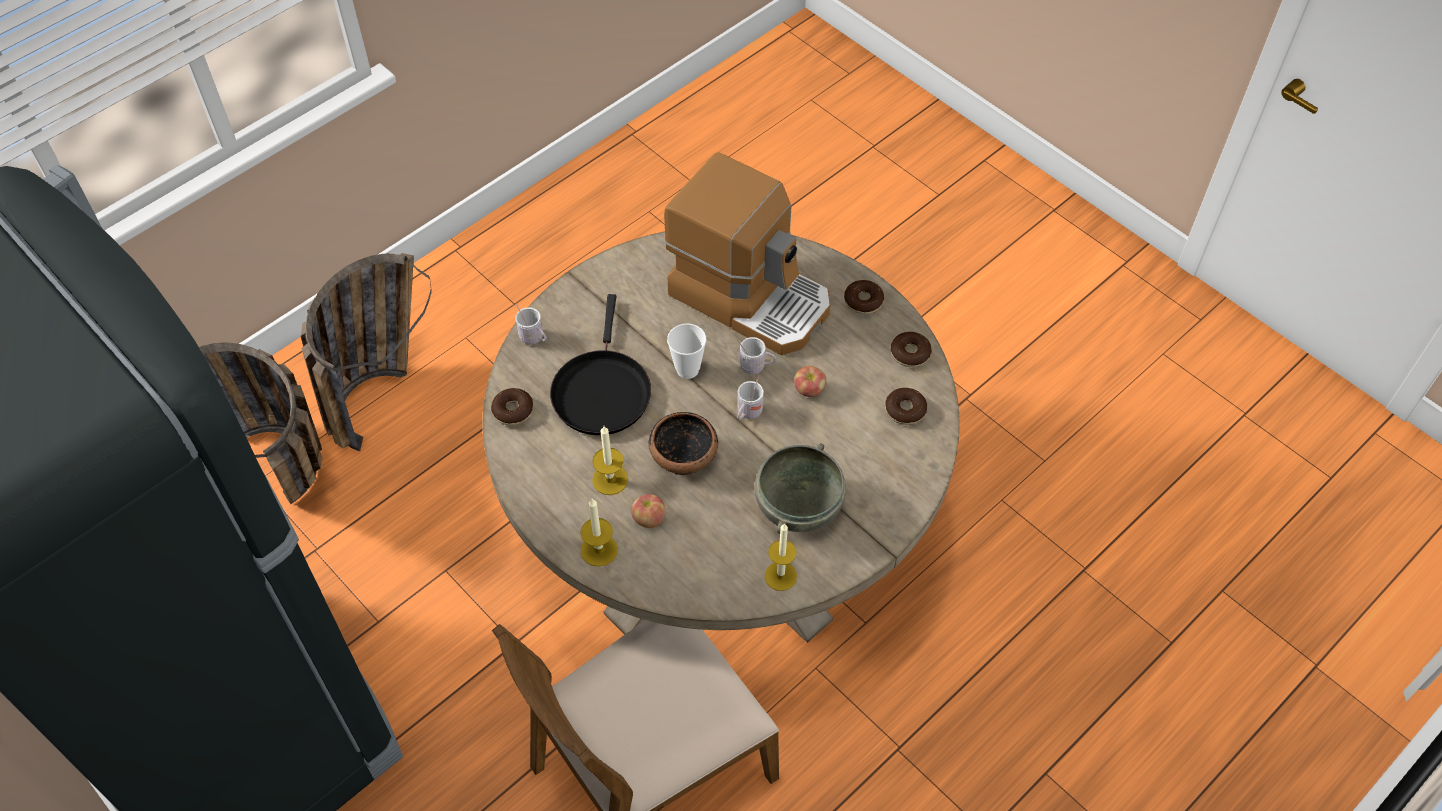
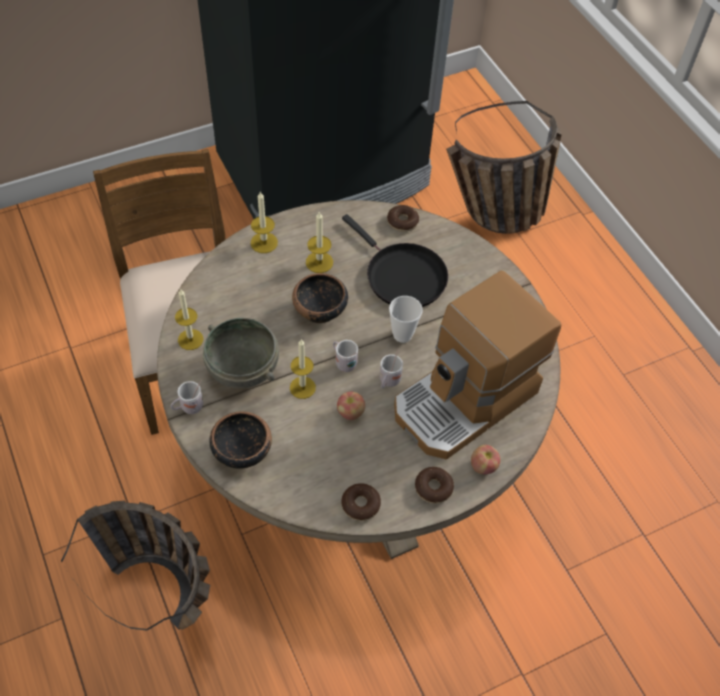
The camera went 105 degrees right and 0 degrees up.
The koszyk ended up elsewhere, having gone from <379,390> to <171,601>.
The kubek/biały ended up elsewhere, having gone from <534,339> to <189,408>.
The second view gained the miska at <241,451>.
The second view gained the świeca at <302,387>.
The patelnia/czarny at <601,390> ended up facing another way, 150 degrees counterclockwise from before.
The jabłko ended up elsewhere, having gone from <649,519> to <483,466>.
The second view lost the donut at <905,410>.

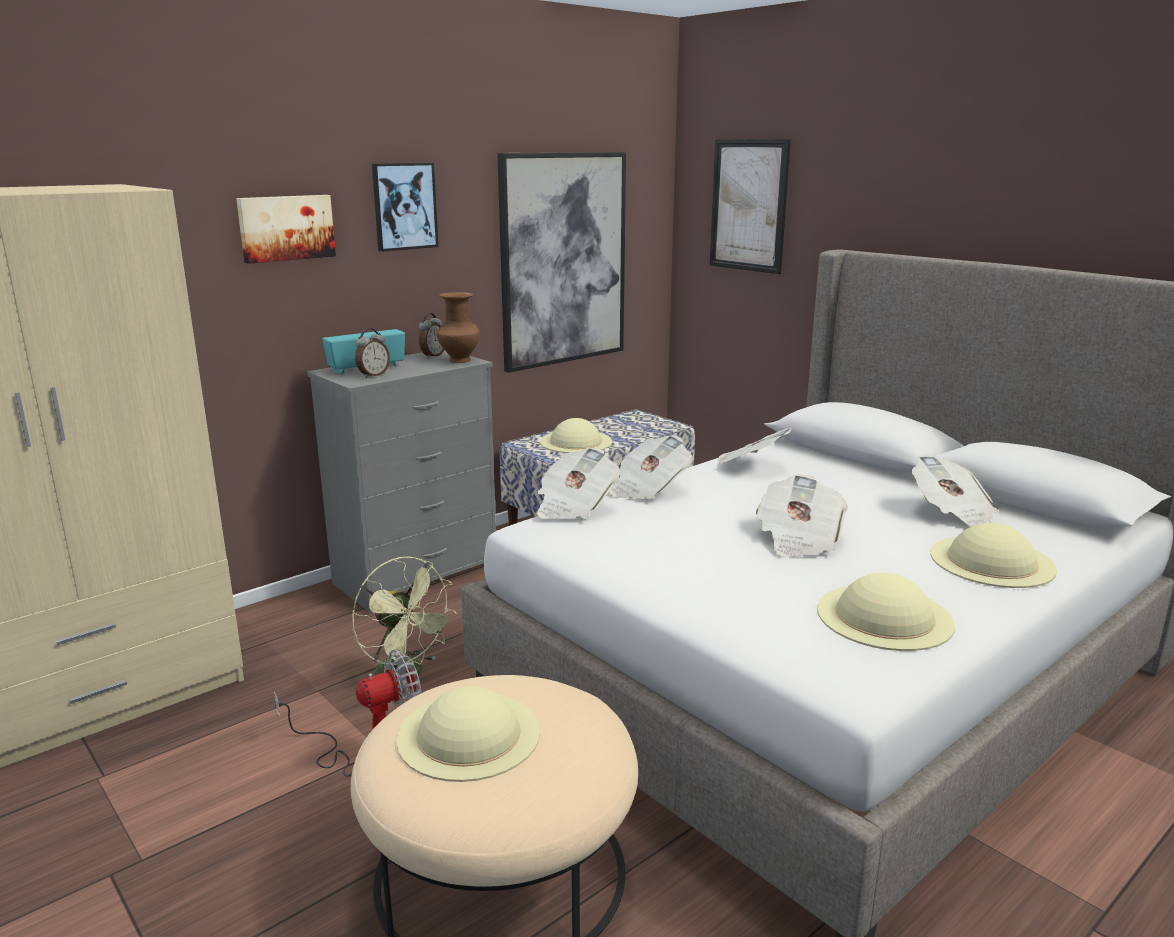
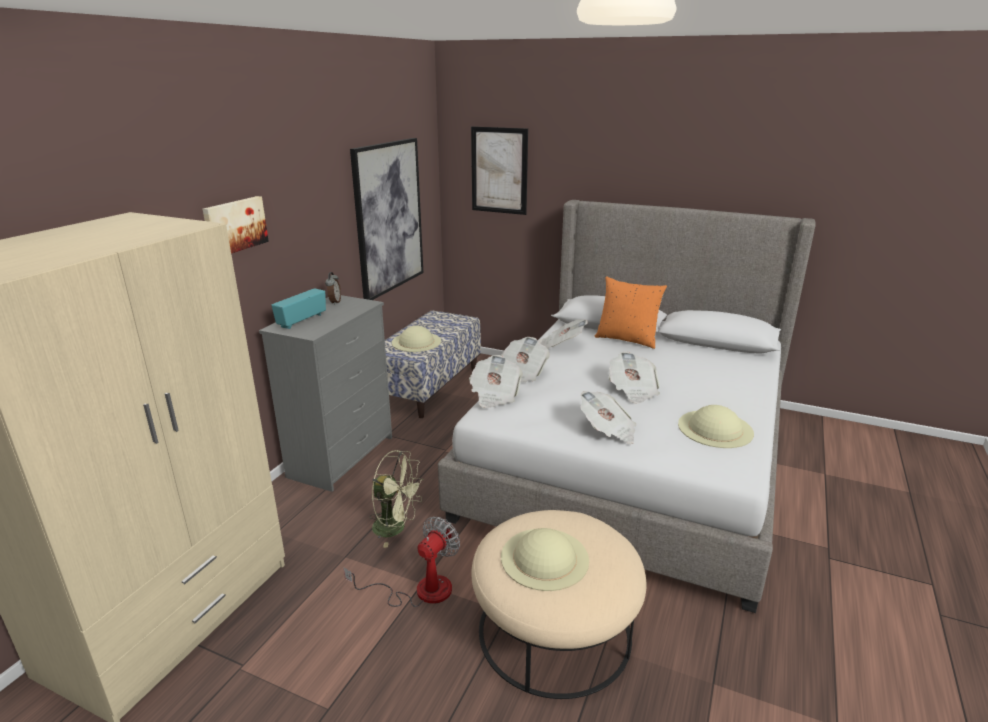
The camera went 25 degrees left and 5 degrees up.
The gazeta ended up elsewhere, having gone from <952,513> to <608,431>.
The second view gained the poduszka/pomarańczowy at <627,339>.
The second view lost the budzik at <373,375>.
The second view lost the obraz at <404,206>.
The second view lost the wazon/brązowy at <458,360>.
The second view lost the kapelusz/beżowy at <991,561>.

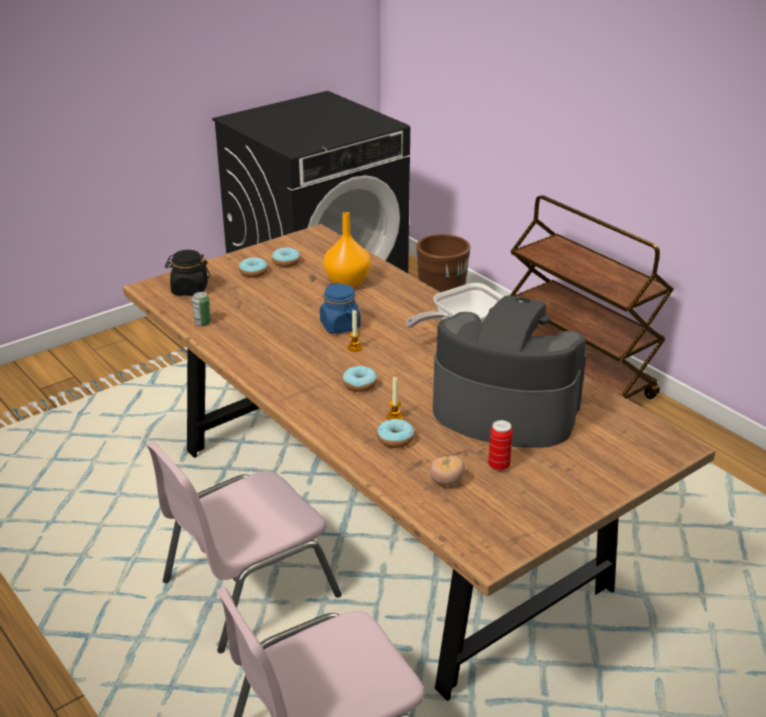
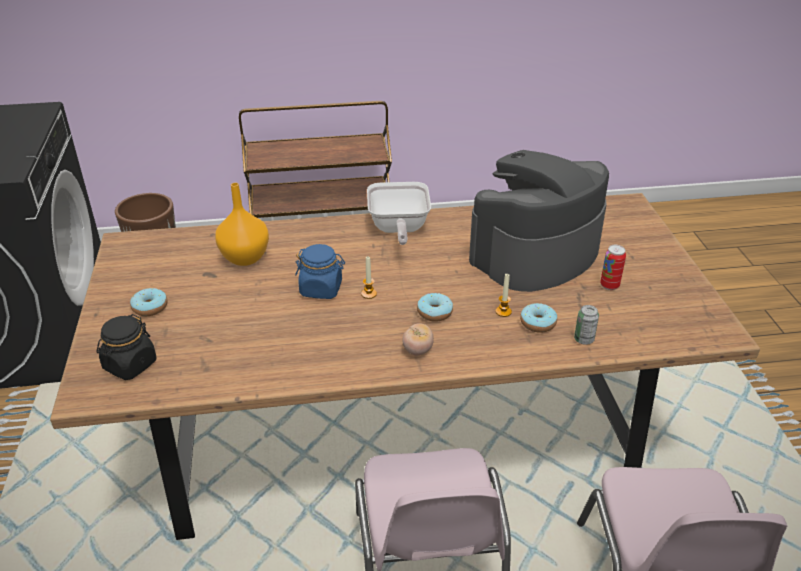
The camera went 60 degrees left and 5 degrees up.
The pomidor ended up elsewhere, having gone from <446,482> to <417,350>.
The puszka ended up elsewhere, having gone from <202,323> to <583,339>.
The second view lost the donut at <286,262>.

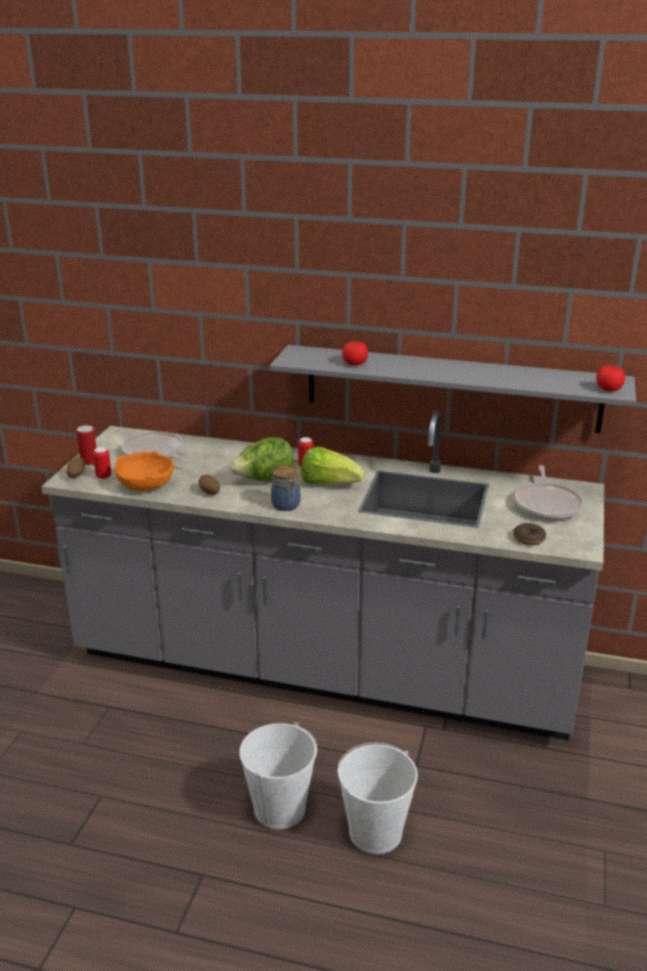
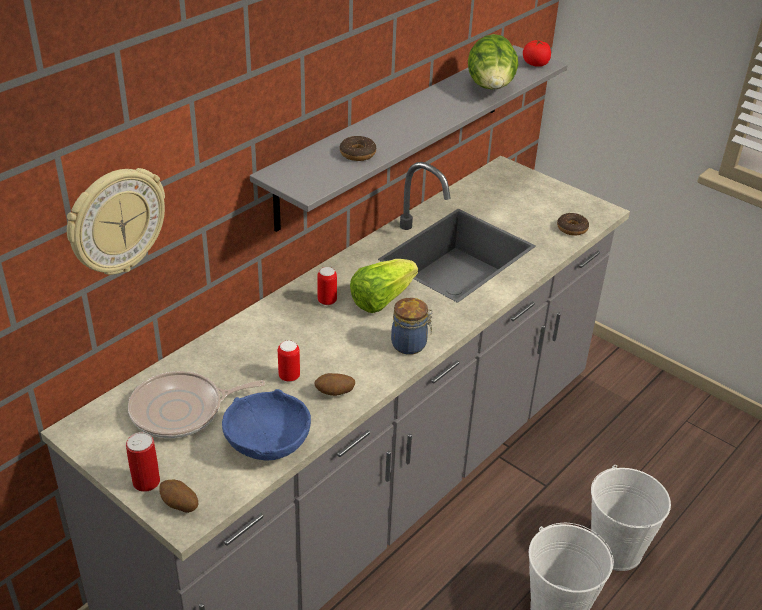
The camera went 65 degrees left and 10 degrees up.
The second view gained the zegar ścienny at <116,222>.
What was the miska/pomarańczowy at <146,485> turned into the miska/niebieski at <268,443>.
The puszka ended up elsewhere, having gone from <103,476> to <289,376>.
Where the pomidor stood at <355,363>, the donut came to stand at <357,154>.
The sałata ended up elsewhere, having gone from <264,480> to <491,89>.
The second view lost the patelnia at <547,505>.

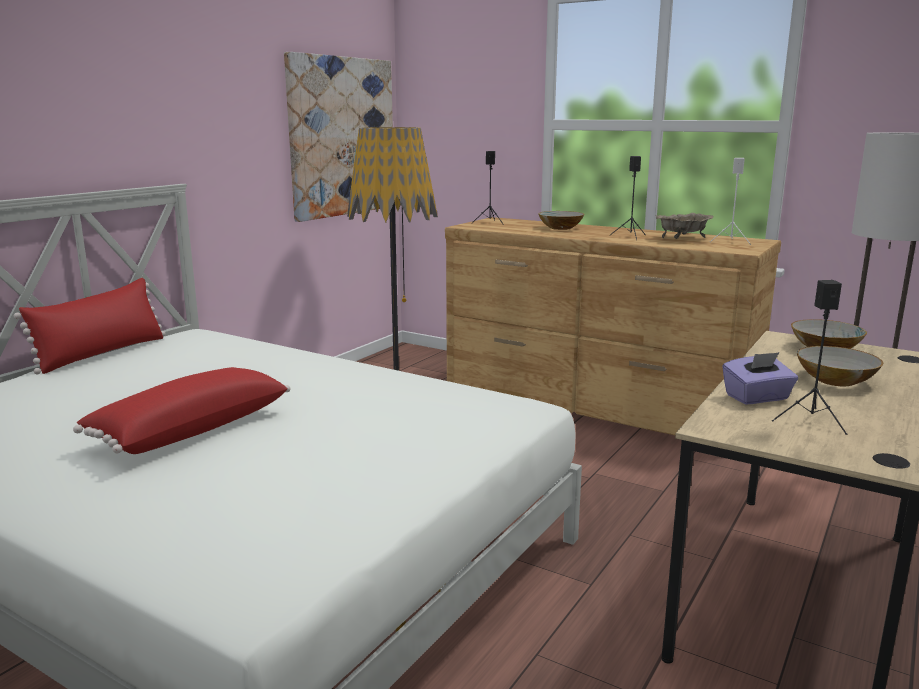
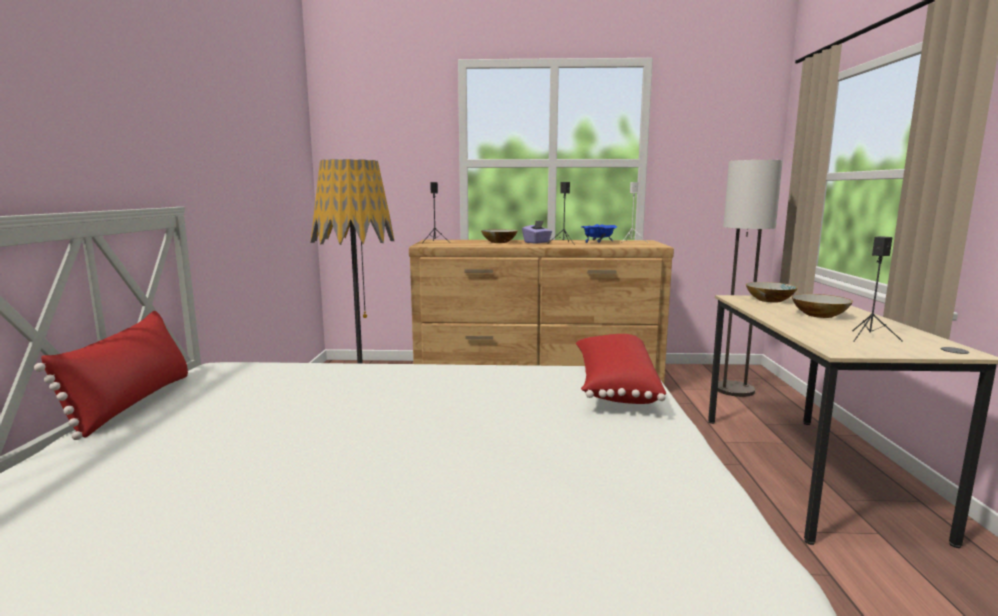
The camera went 30 degrees left and 5 degrees down.
The pudełko chusteczek/fioletowy ended up elsewhere, having gone from <757,398> to <537,242>.
The poduszka/czerwony ended up elsewhere, having gone from <190,429> to <614,386>.
What was the miska/beżowy at <682,238> turned into the miska/niebieski at <598,242>.
The second view lost the obraz at <342,137>.

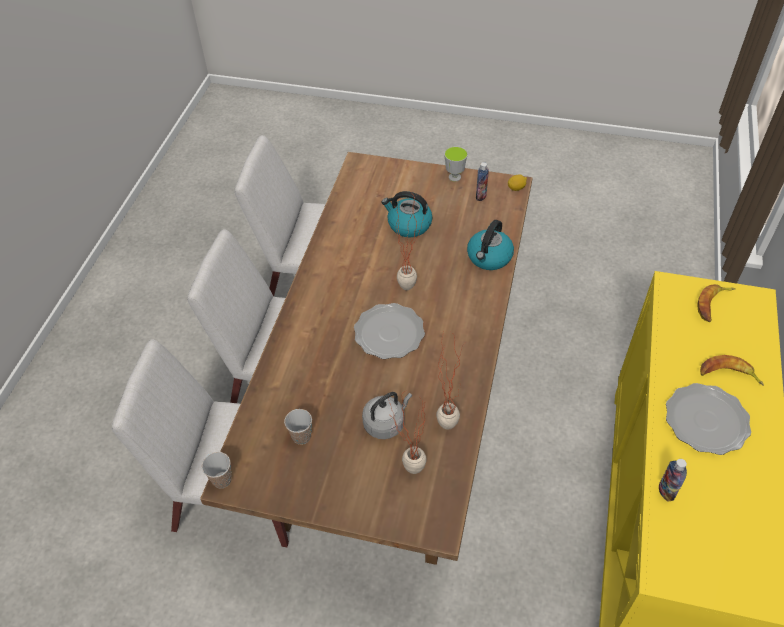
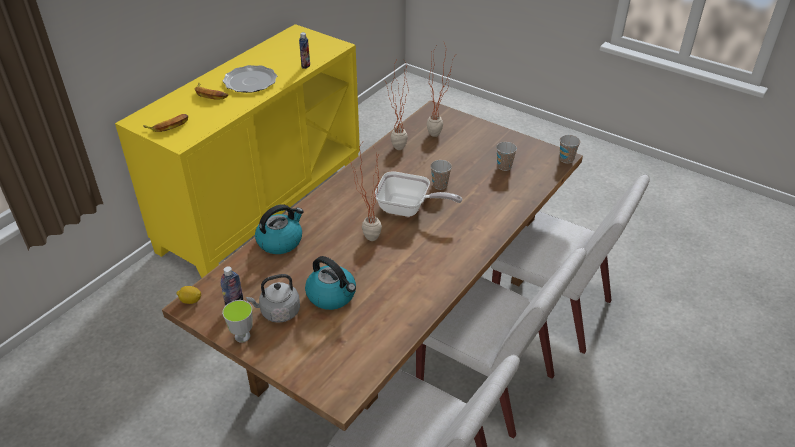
The camera went 160 degrees left and 10 degrees down.
The czajnik/szary ended up elsewhere, having gone from <386,423> to <278,312>.
Where the talerz stood at <389,333>, the patelnia came to stand at <408,209>.
The second view gained the filiżanka at <440,185>.

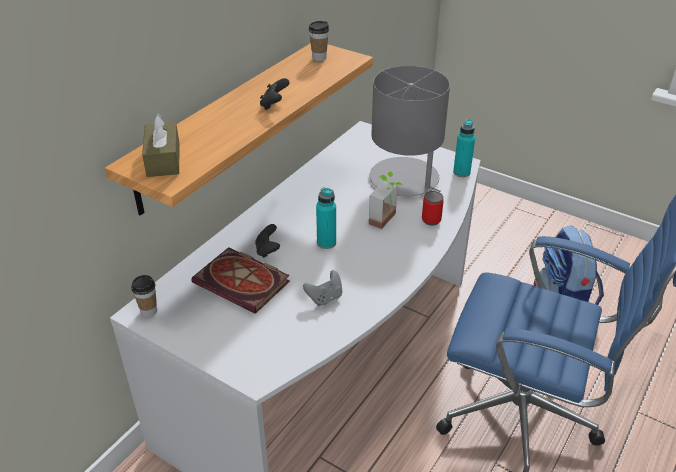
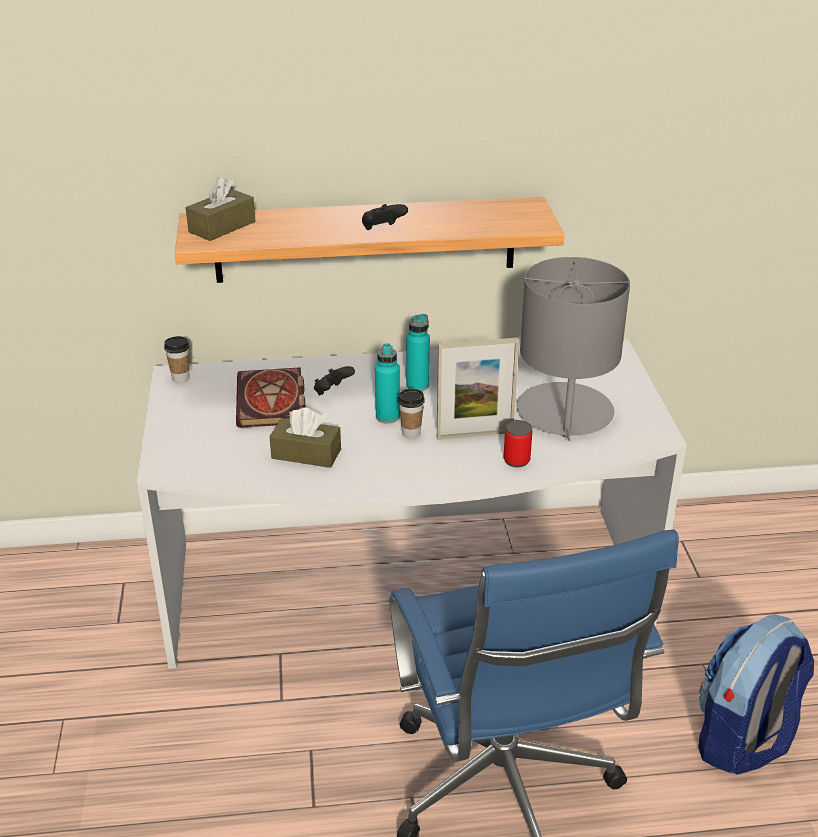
The camera went 50 degrees right and 5 degrees down.
Where the pad do gier/szary stood at <325,298>, the pudełko chusteczek/brązowy came to stand at <306,454>.
The filiżanka ended up elsewhere, having gone from <319,58> to <411,433>.
The butelka/turkusowy ended up elsewhere, having gone from <461,172> to <417,385>.
Where the roślina doniczkowa stood at <387,220>, the ramka na zdjęcie came to stand at <474,434>.

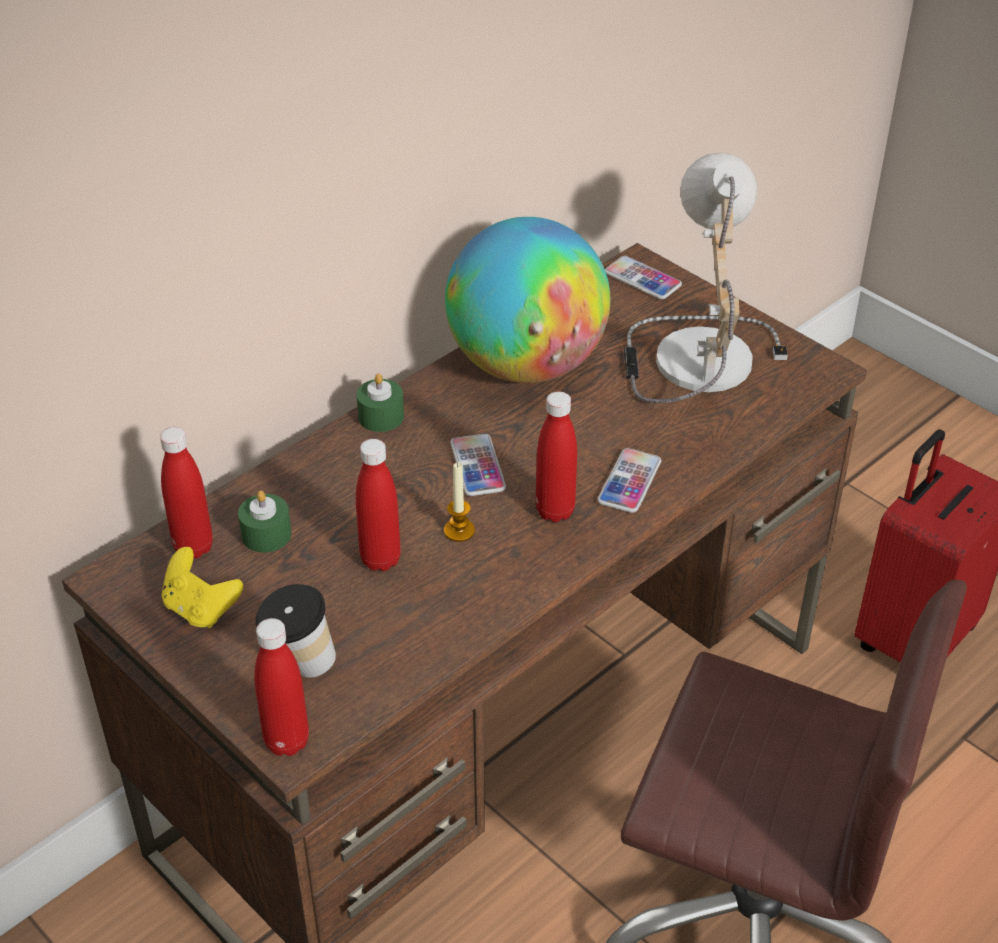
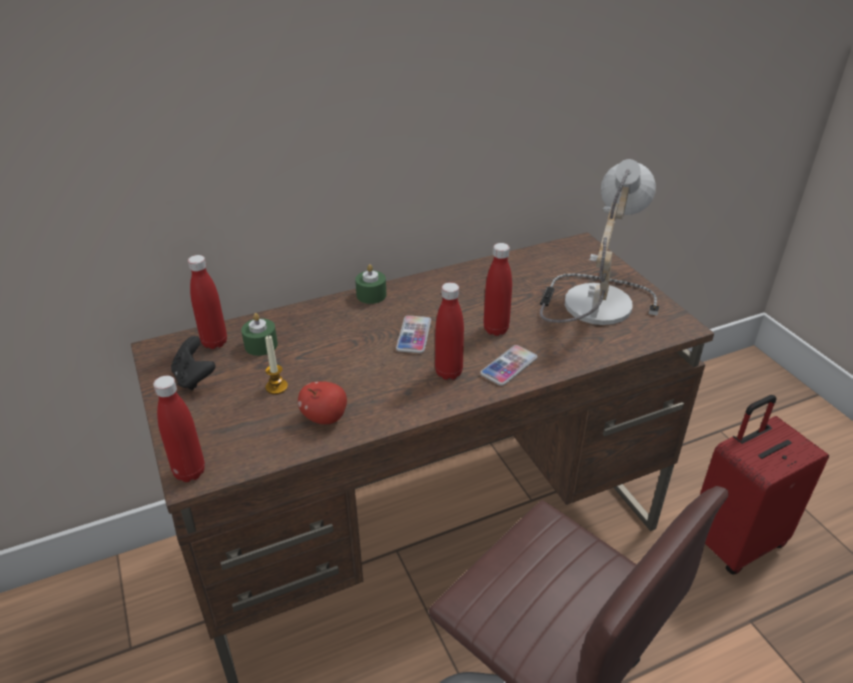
The camera went 20 degrees right and 5 degrees down.
What was the pad do gier/żółty at <201,609> turned into the pad do gier/czarny at <194,378>.
The świeca ended up elsewhere, having gone from <459,531> to <276,387>.
The second view gained the jabłko at <325,417>.
The butelka/czerwony ended up elsewhere, having gone from <380,559> to <496,329>.
The second view lost the filiżanka at <299,665>.
The second view lost the globus at <526,365>.
The second view lost the telefon at <642,279>.

